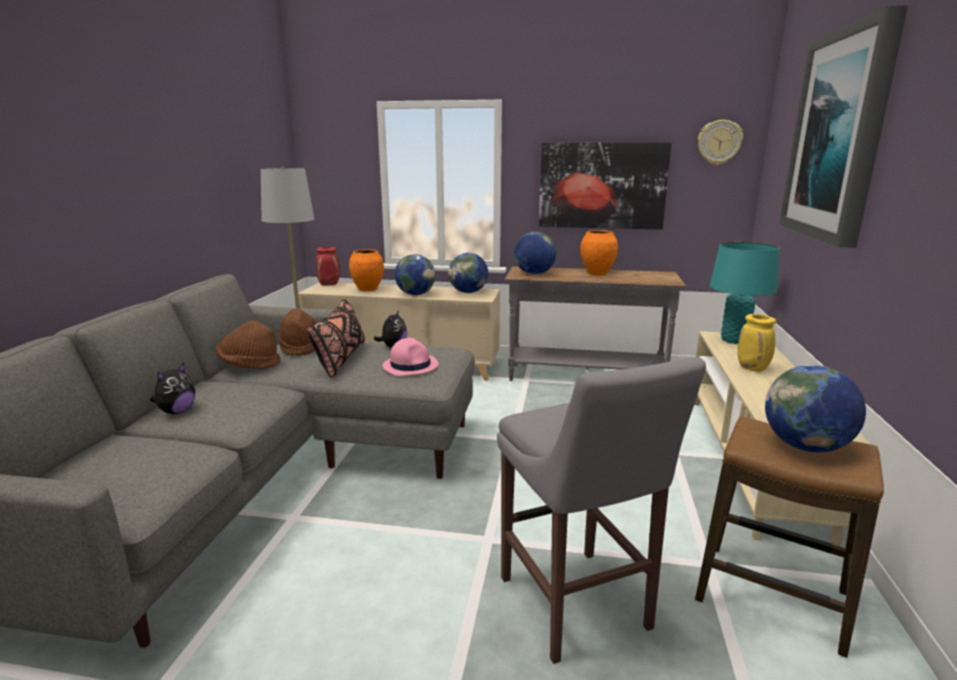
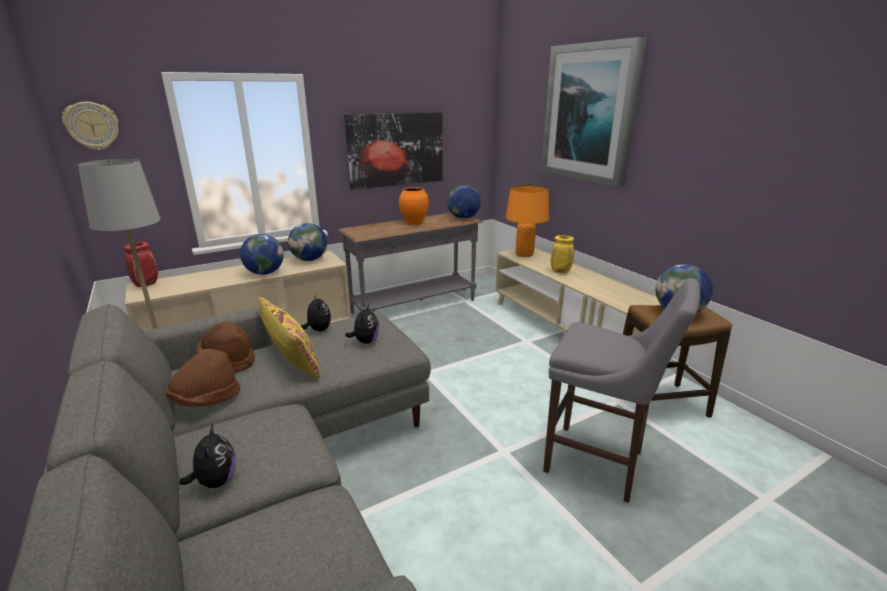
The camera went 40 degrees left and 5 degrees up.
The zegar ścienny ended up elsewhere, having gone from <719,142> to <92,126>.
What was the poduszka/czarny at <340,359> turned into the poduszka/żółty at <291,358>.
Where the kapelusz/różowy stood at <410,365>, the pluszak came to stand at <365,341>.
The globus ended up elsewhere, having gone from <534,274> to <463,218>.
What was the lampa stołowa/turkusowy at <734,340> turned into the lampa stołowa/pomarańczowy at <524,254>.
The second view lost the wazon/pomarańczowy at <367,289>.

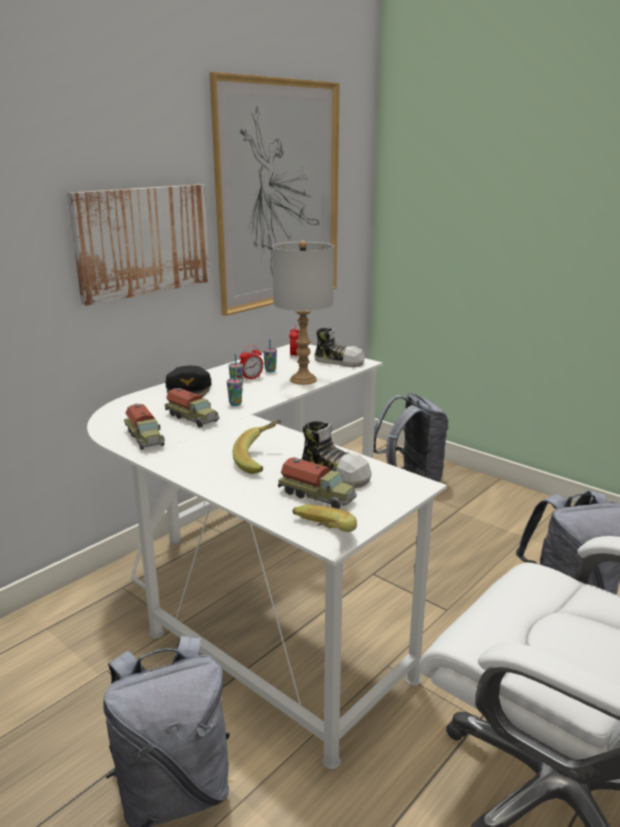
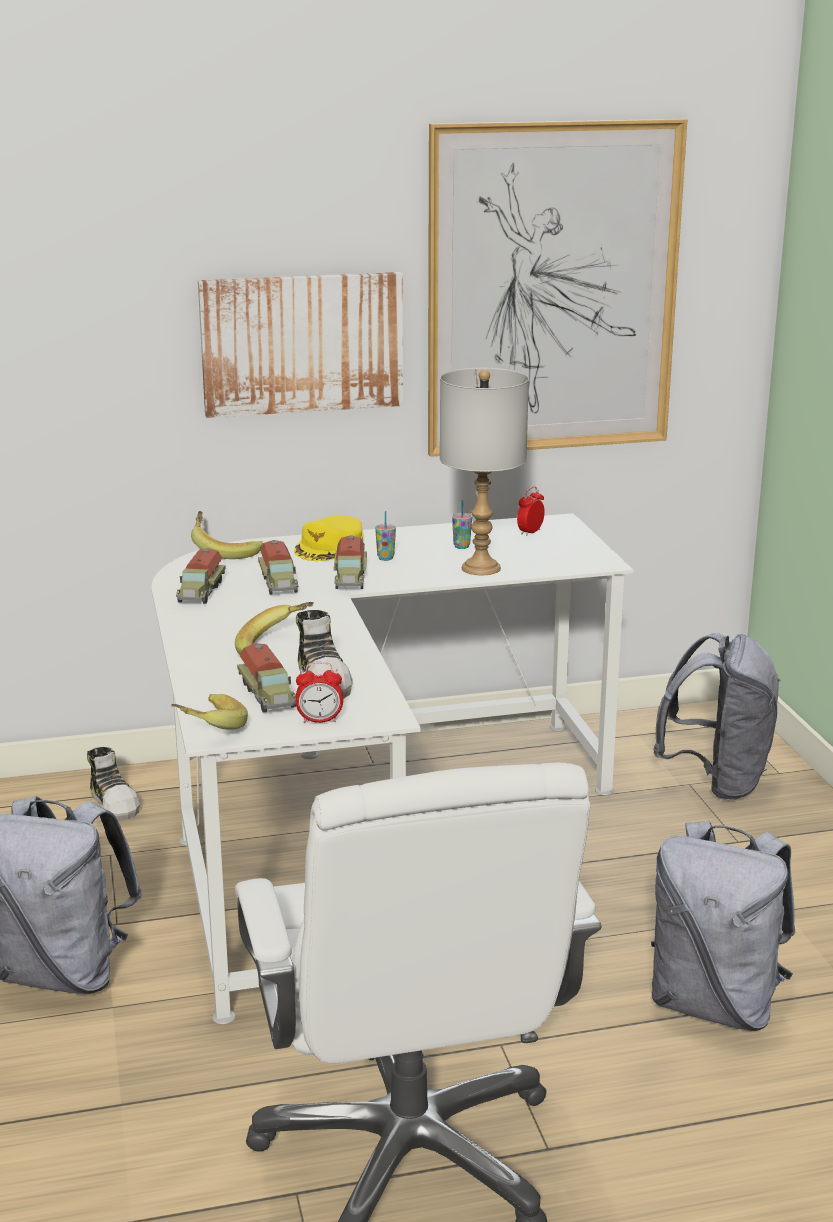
The camera went 35 degrees right and 0 degrees up.
The but ended up elsewhere, having gone from <339,361> to <115,802>.
The second view gained the banan at <225,551>.
What was the czapka z daszkiem/czarny at <189,389> turned into the czapka z daszkiem/żółty at <330,547>.
The budzik ended up elsewhere, having gone from <251,378> to <320,720>.
Where the filiżanka stood at <235,404>, the ciężarówka zabawkowa came to stand at <350,578>.

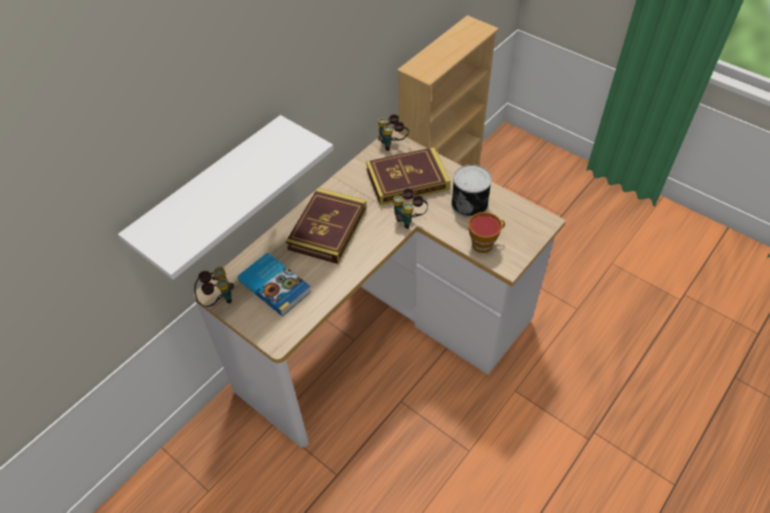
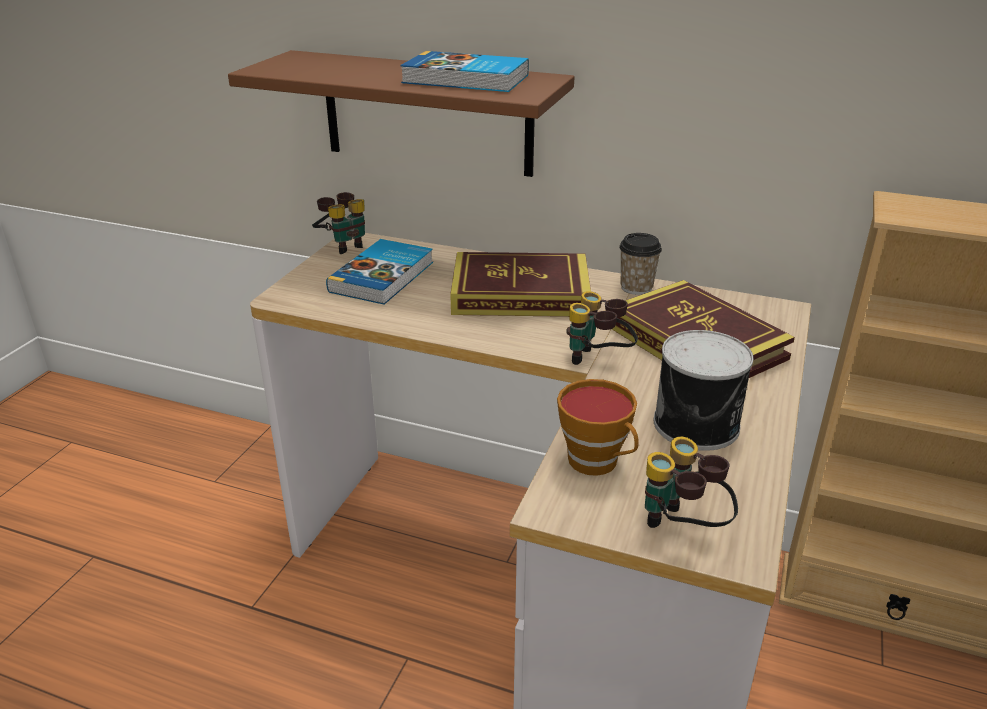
The camera went 70 degrees right and 20 degrees down.
What was the półka/biały at <212,194> turned into the półka/brązowy at <427,113>.
The second view gained the książka at <466,79>.
The second view gained the filiżanka at <636,287>.
The lornetka ended up elsewhere, having gone from <393,144> to <682,529>.

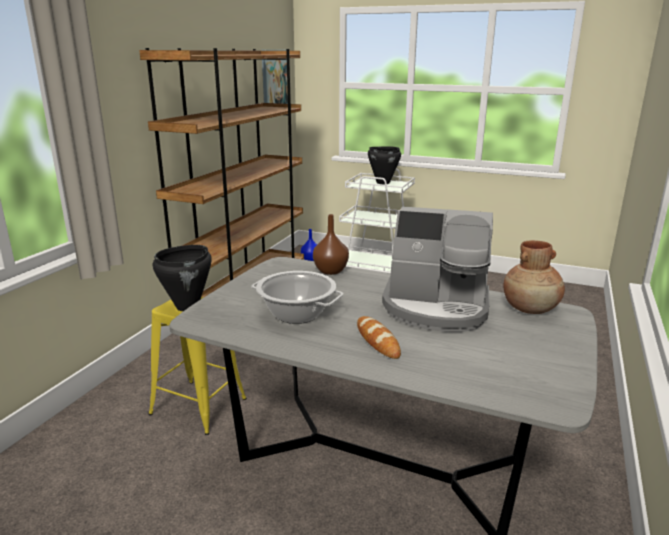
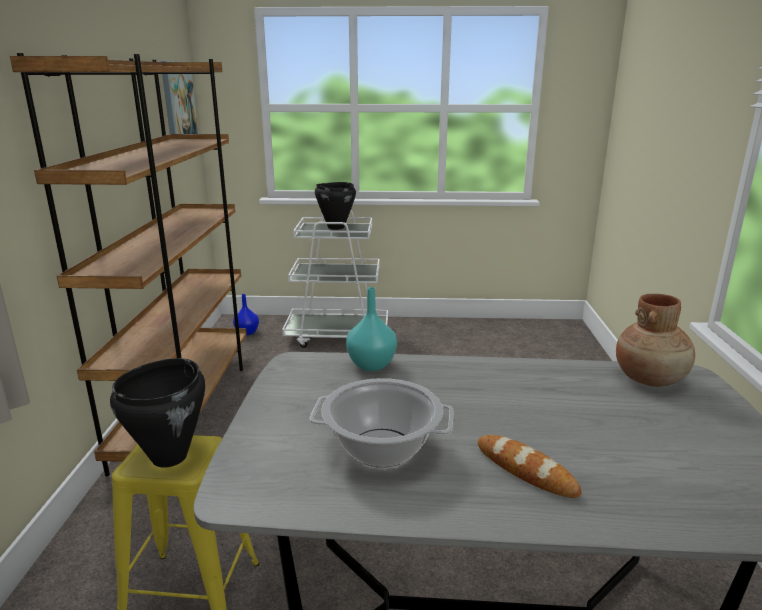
The camera went 20 degrees left and 0 degrees up.
What was the wazon/brązowy at <330,271> turned into the wazon/turkusowy at <371,365>.
The second view lost the ekspres do kawy at <436,308>.

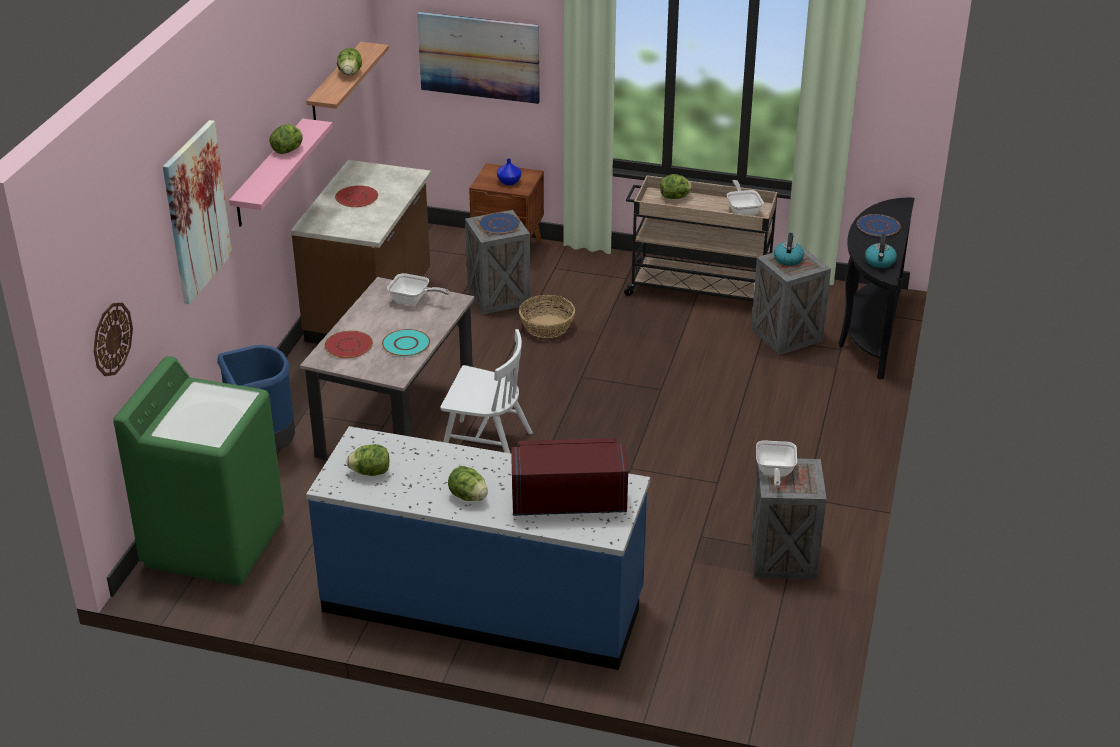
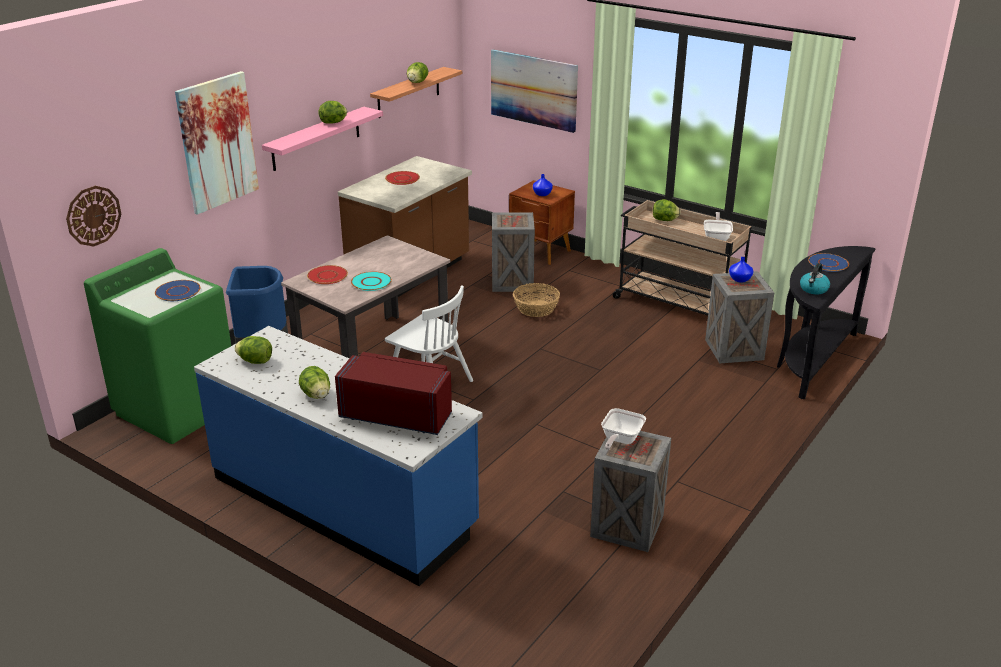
The camera went 20 degrees right and 5 degrees down.
The talerz/niebieski ended up elsewhere, having gone from <499,224> to <178,291>.
Where the czajnik stood at <788,259>, the wazon/niebieski came to stand at <739,279>.
The second view lost the patelnia at <413,300>.

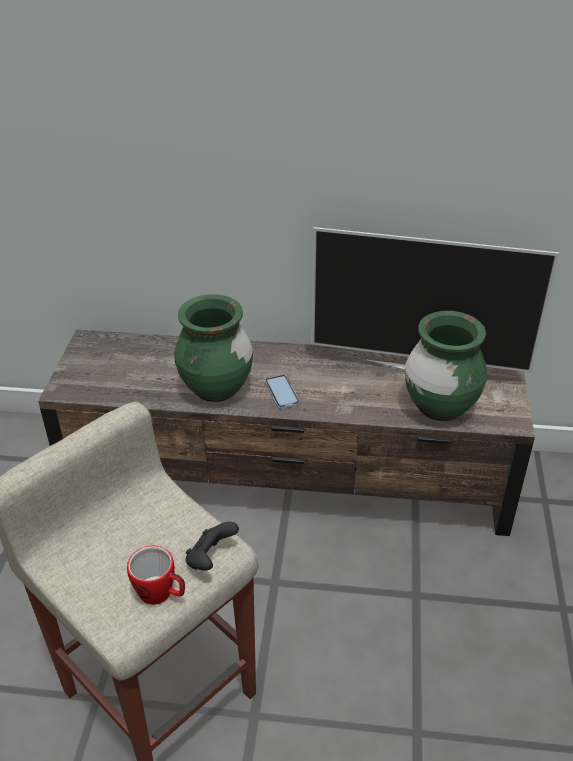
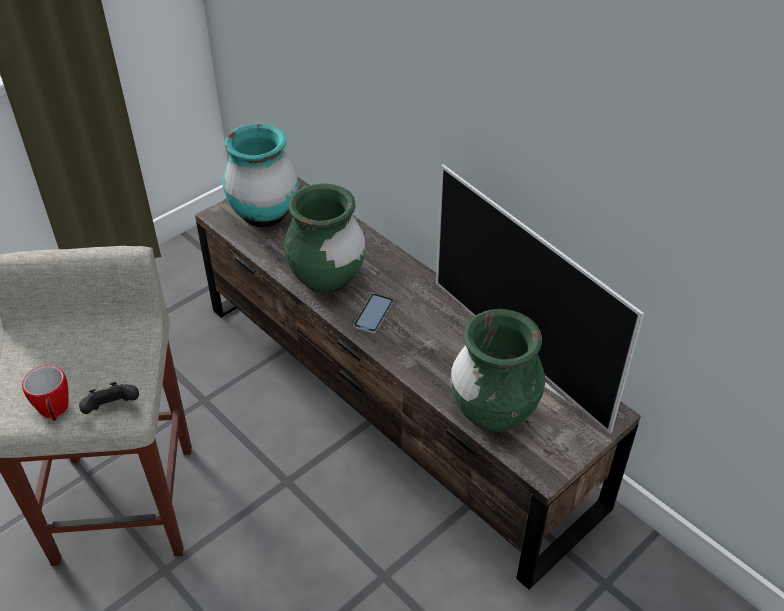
The camera went 40 degrees right and 5 degrees up.
The second view gained the wazon/turkusowy at <264,215>.

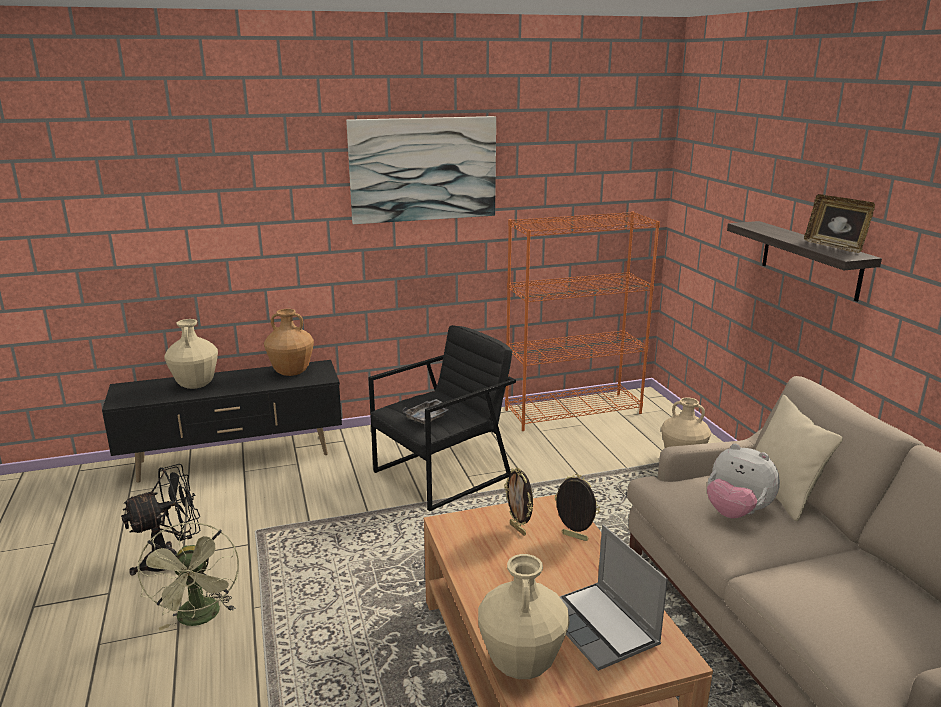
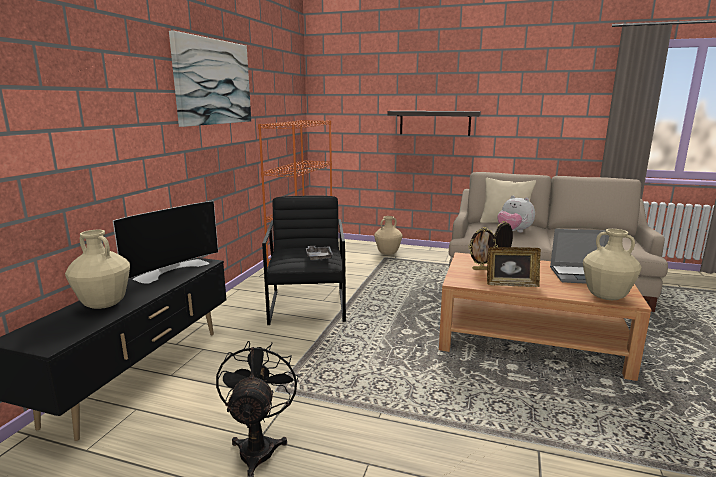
The camera went 55 degrees left and 5 degrees down.
Where the wazon/brązowy stood at <292,373>, the telewizor came to stand at <171,269>.
The ramka na zdjęcie ended up elsewhere, having gone from <835,246> to <511,284>.
The pluszak at <736,513> ended up facing another way, 60 degrees clockwise from before.
The second view lost the wentylator/zielony at <200,619>.

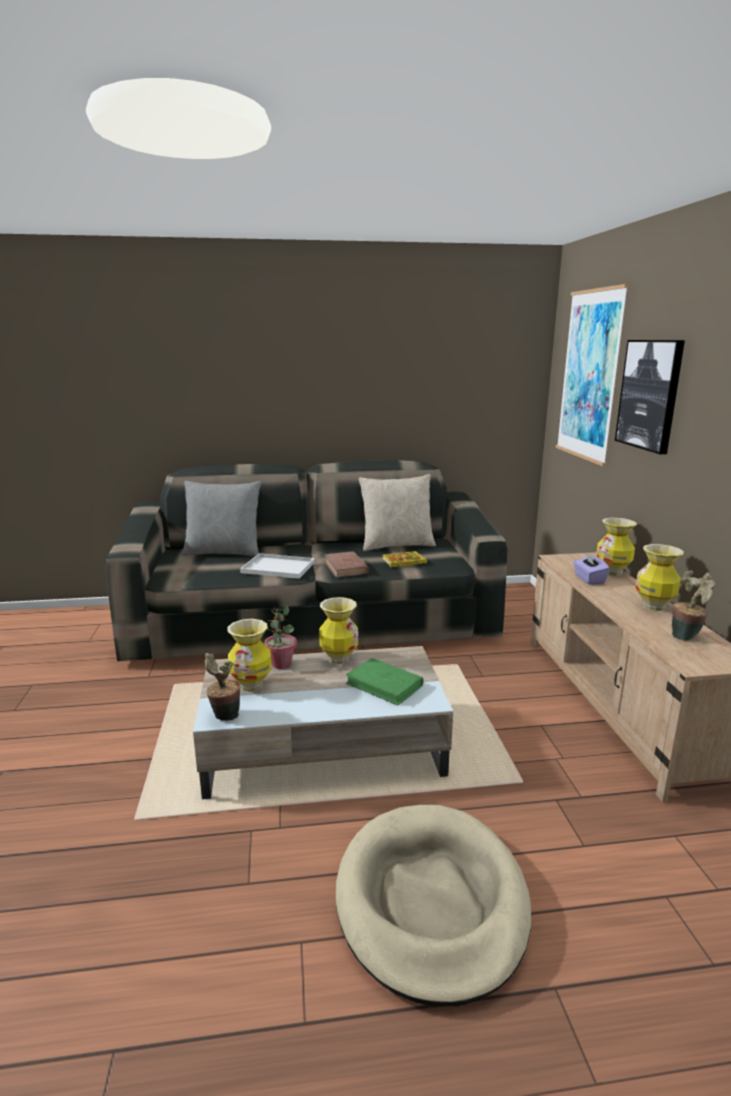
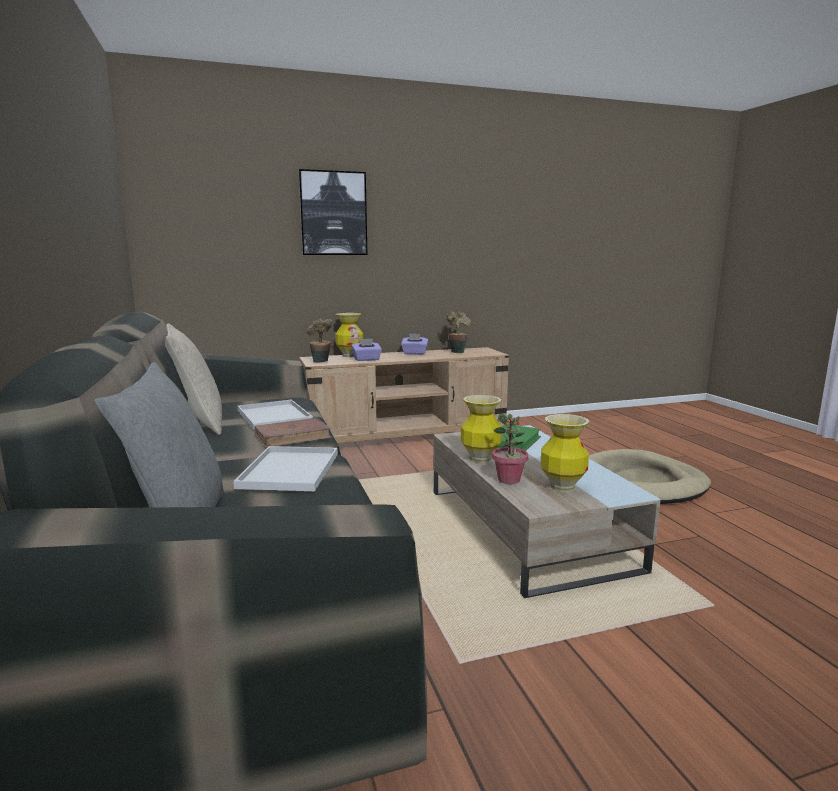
The camera went 100 degrees left and 5 degrees down.
Where the książka stood at <403,562>, the taca/biały came to stand at <275,416>.
The roślina doniczkowa ended up elsewhere, having gone from <224,716> to <321,362>.
Where the wazon stood at <654,606>, the pudełko chusteczek/fioletowy came to stand at <414,353>.
The second view lost the obraz at <590,375>.

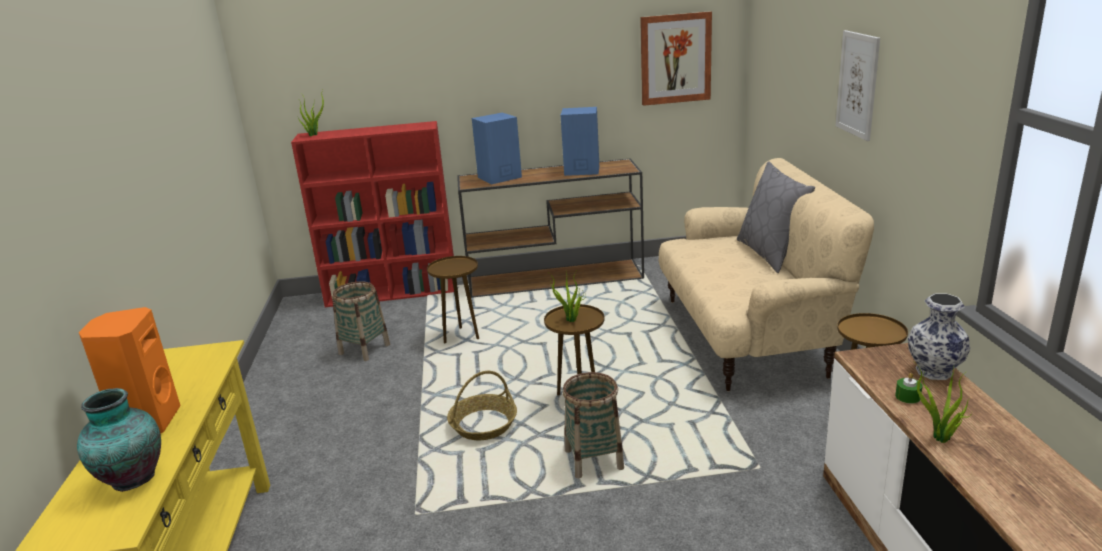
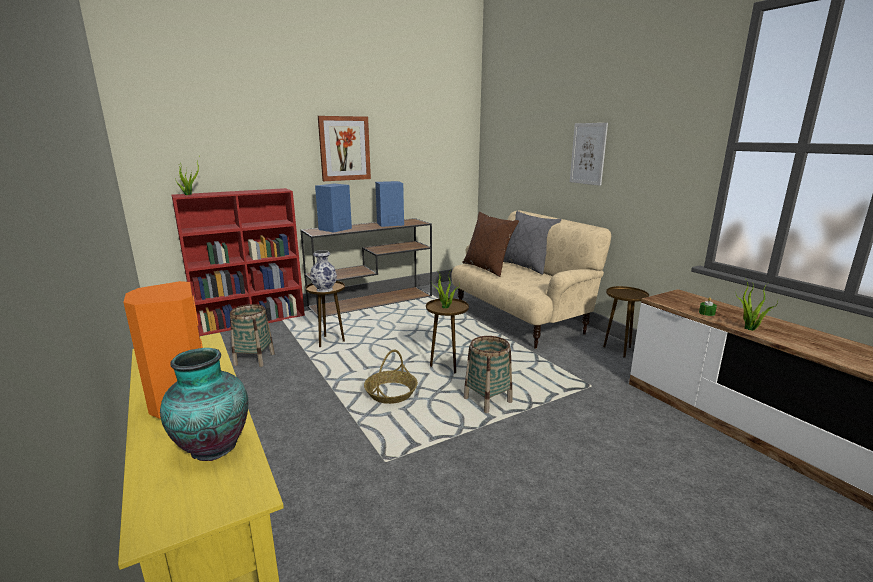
The camera went 25 degrees left and 5 degrees down.
The wazon ended up elsewhere, having gone from <934,370> to <325,289>.
The obraz ended up elsewhere, having gone from <675,58> to <344,148>.
The second view gained the poduszka/brązowy at <488,268>.

